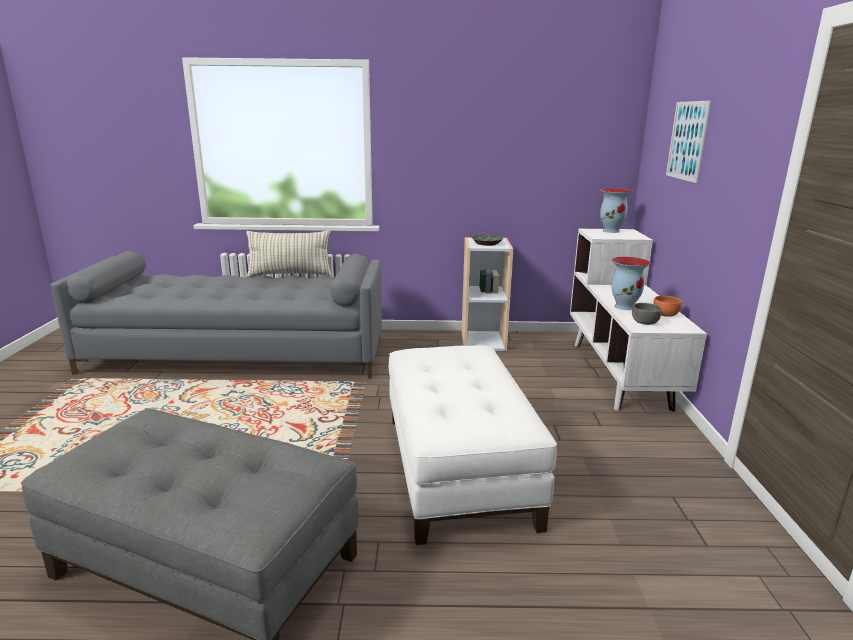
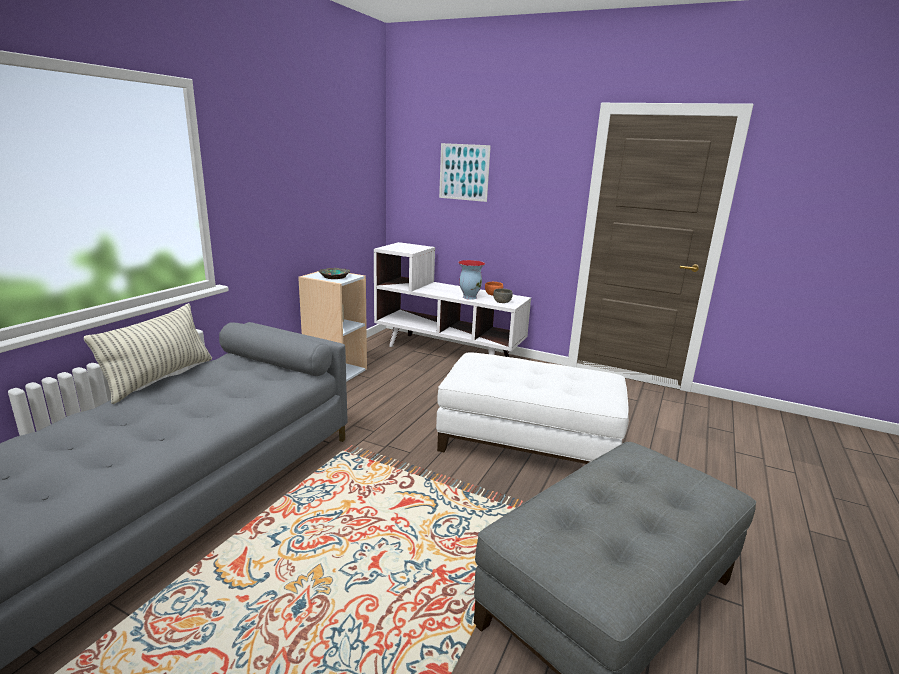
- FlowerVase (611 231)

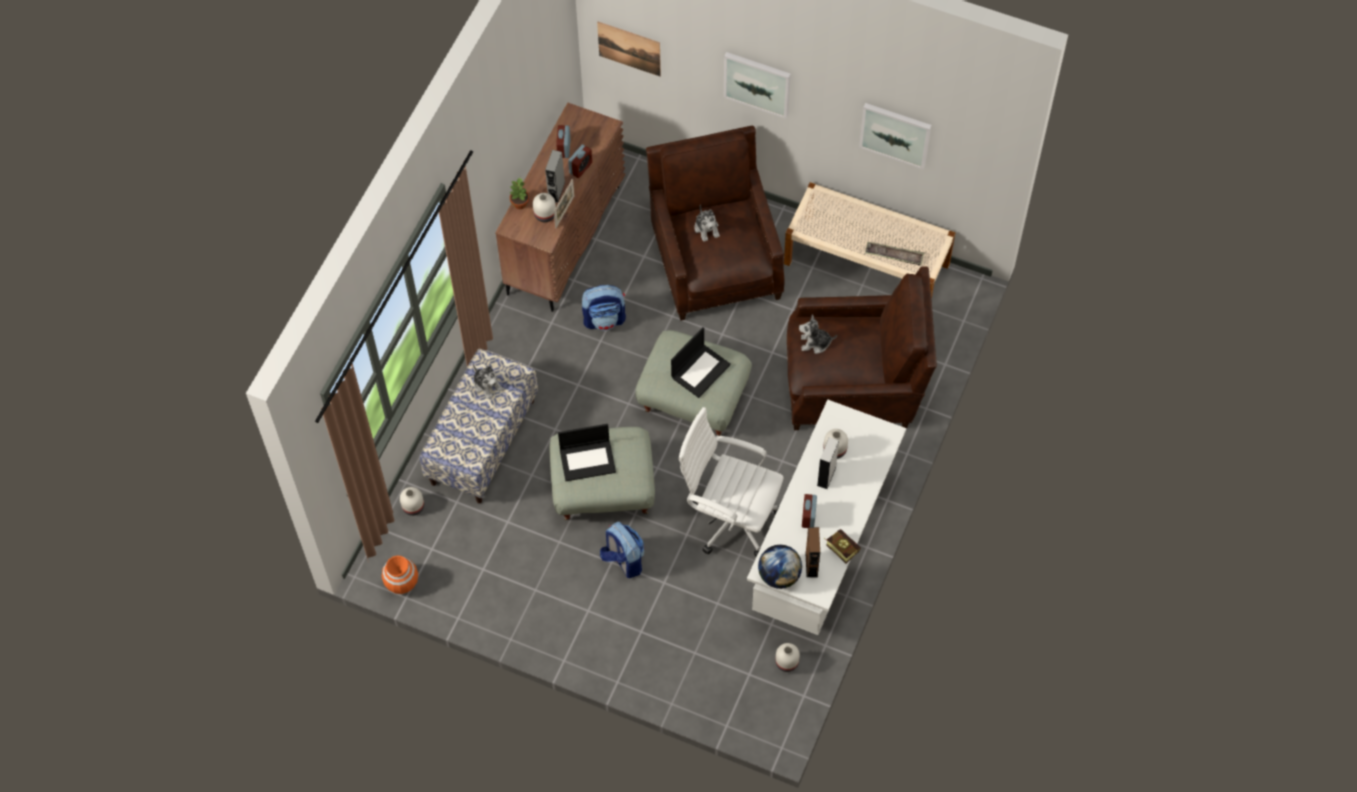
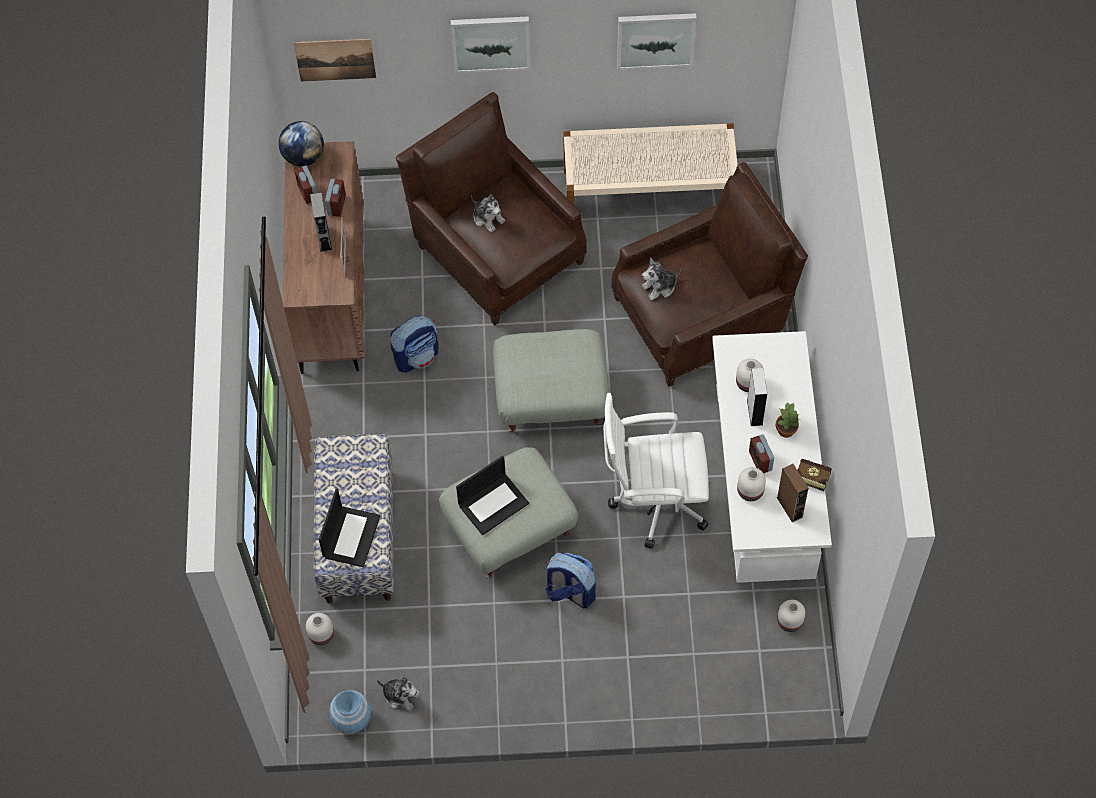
- Tray (894 255)
~ SoftToy (487 385) to (400 695)
~ Houseplant (520 204) to (786 430)
~ WhitishFlowerVase (545 214) to (750 490)
~ Laptop (700 370) to (351 536)
~ WorldGlobe (779 575) to (303 156)
~ OrangeColouredFlowerVase (402 582) to BluishFlowerVase (352 719)

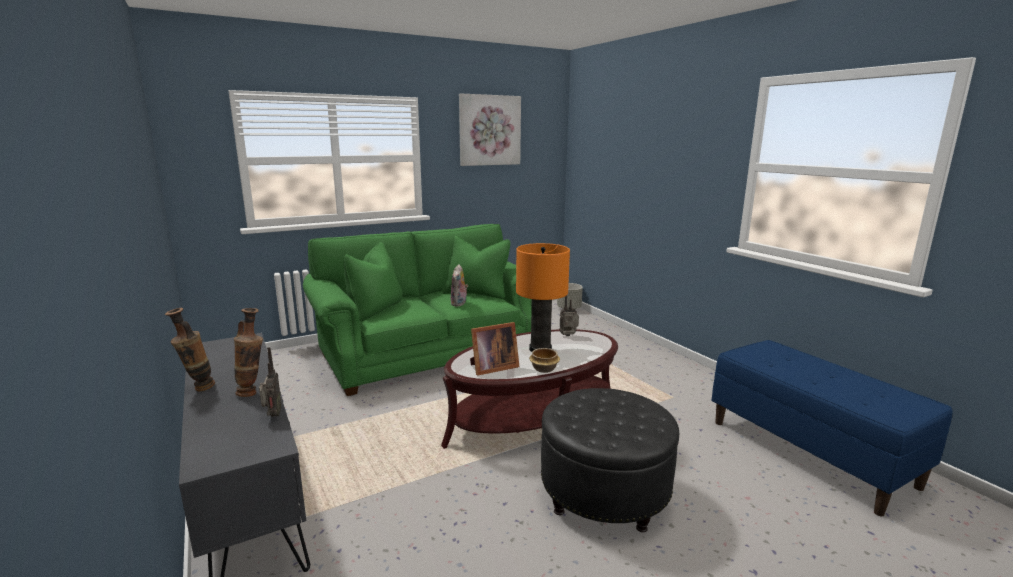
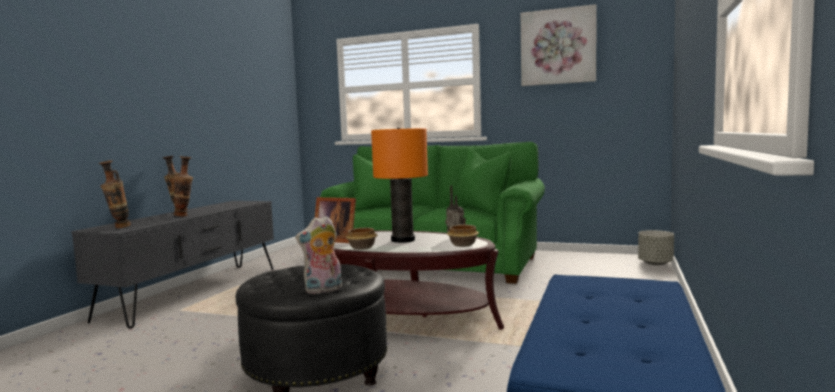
- RadioReceiver (272 416)
+ FlowerVase (118 227)
+ ServingBowl (463 245)
~ SoftToy (459 304) to (323 290)

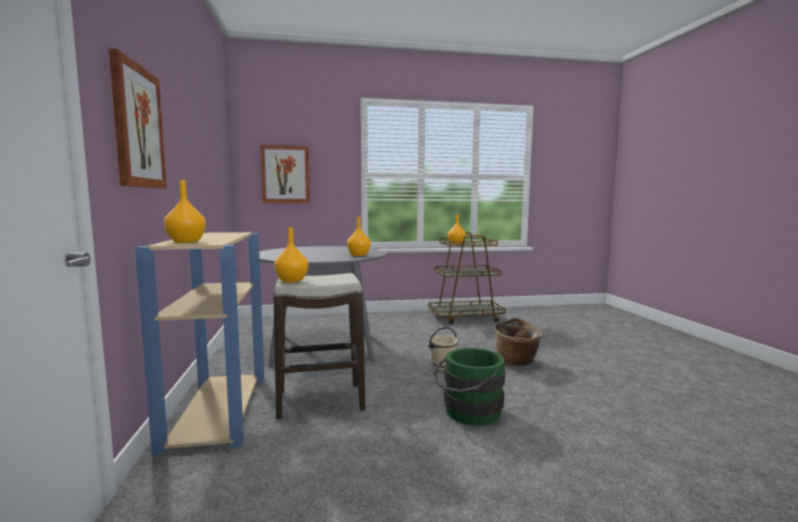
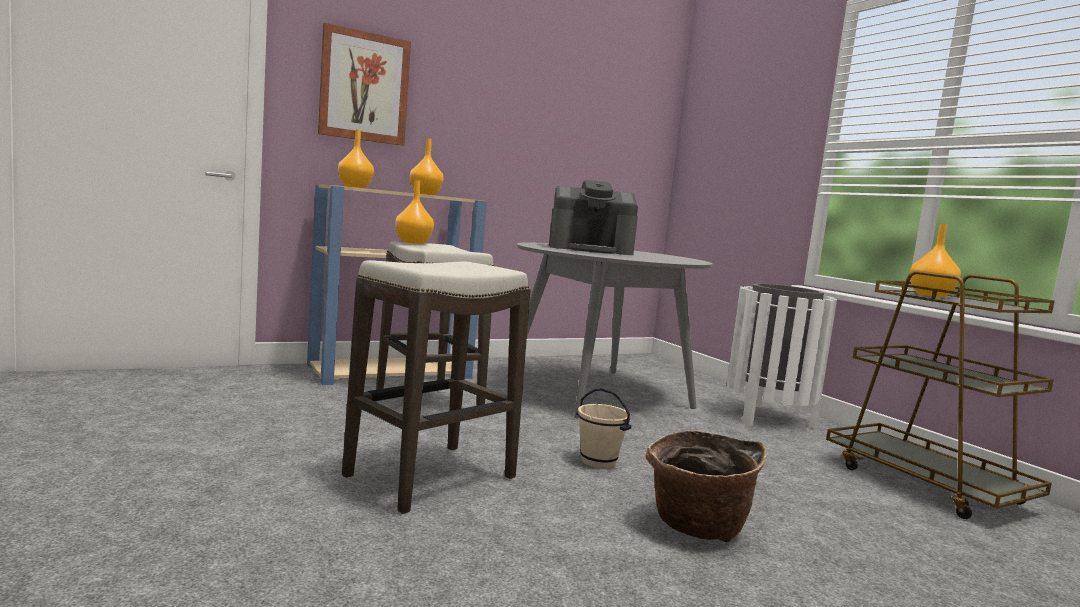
- WallPicture (285 174)
+ CoffeeBrewer (590 250)
+ WhitishTrashCan (768 418)
~ OrangeColouredFlowerVase (358 255) to (424 194)
~ GreenishBucket (468 413) to SittingStool (431 477)

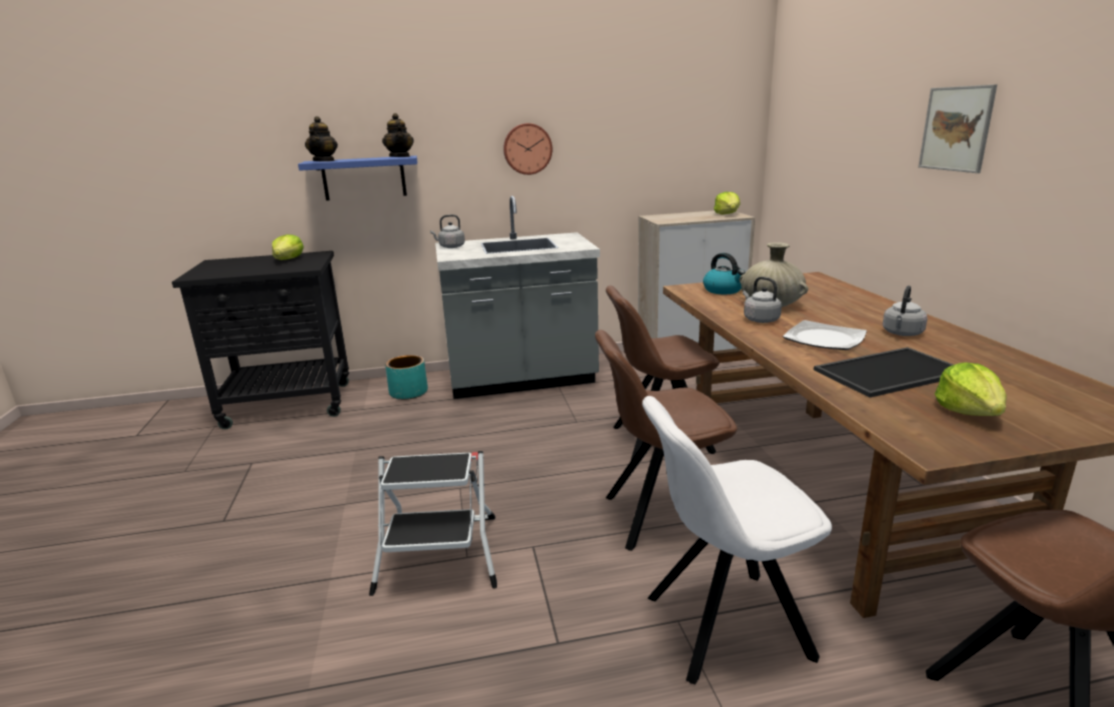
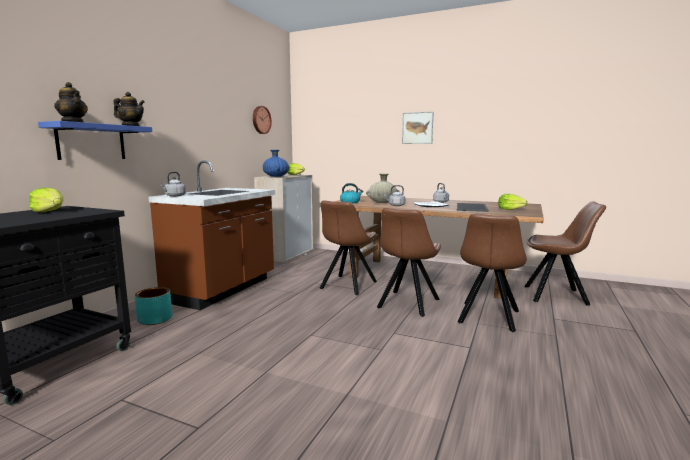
- StepStool (440 554)
+ BluishFlowerVase (276 176)
~ ClockOnTheWall (527 149) to (261 120)
~ GreyKitchenBaseUnit (522 380) to BrownColouredKitchenBaseUnit (223 290)
~ WhitishUprightChair (725 625) to BrownColouredUprightChair (488 317)

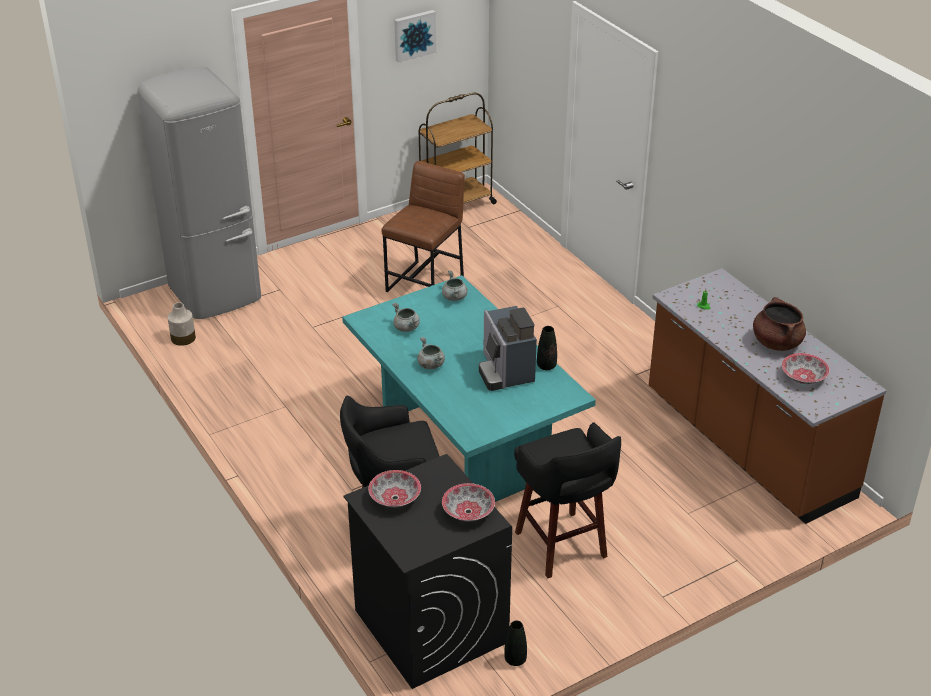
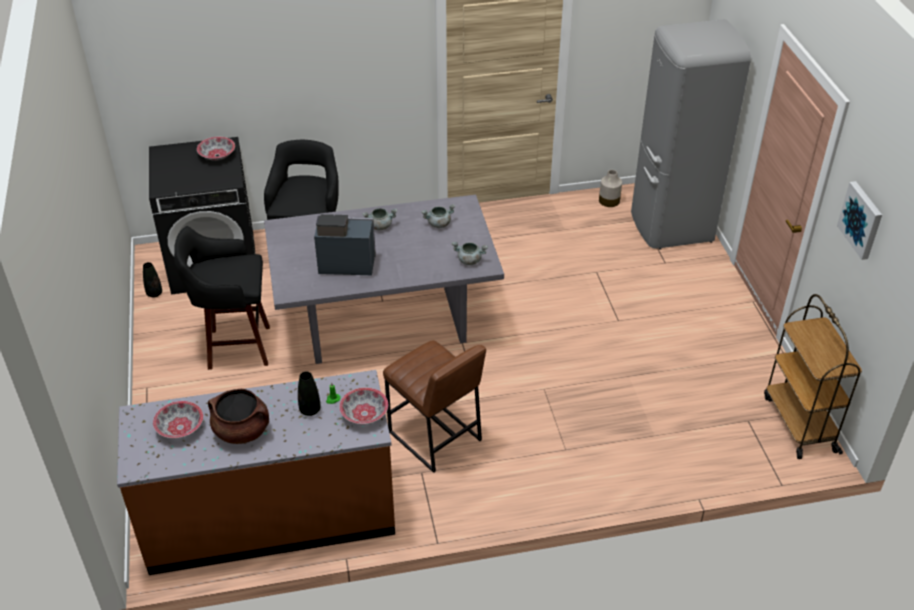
~ BrownColouredUprightChair (425 283) to (435 437)
~ ServingBowl (468 512) to (364 413)
~ BlackColouredFlowerVase (546 366) to (310 410)
~ TurquoiseKitchenTable (465 446) to GreyKitchenTable (384 325)

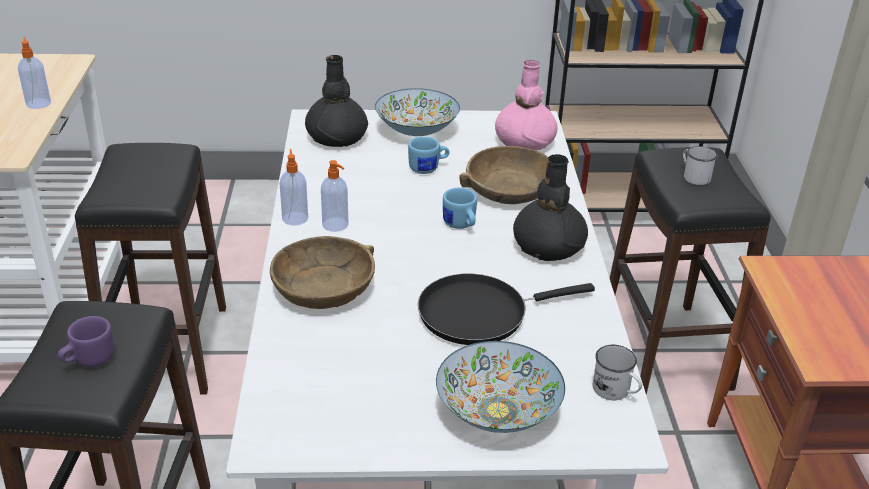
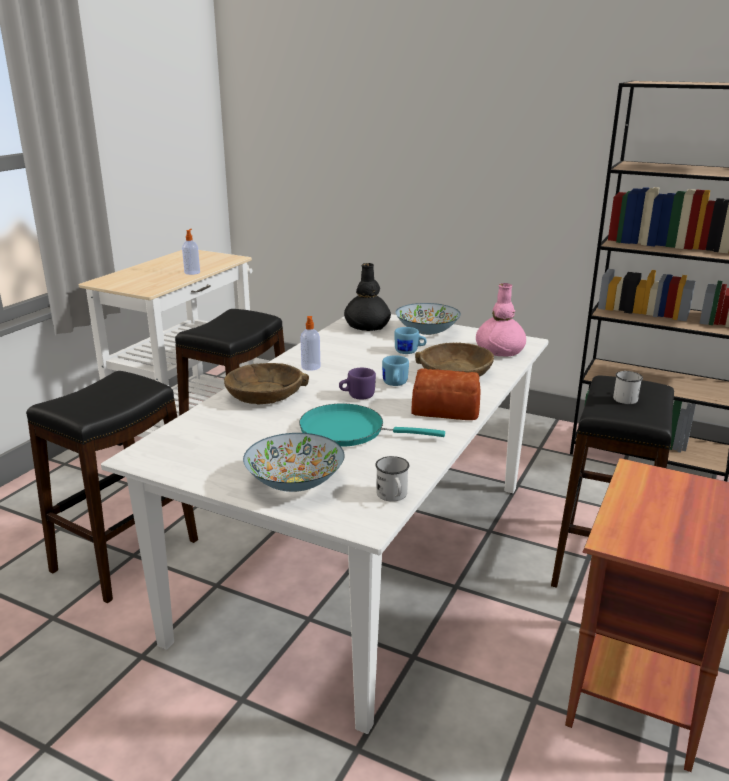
- SoapDispenser (295 218)
~ PurplishCoffeeMug (88 360) to (357 396)
~ BlackColouredFlowerVase (548 247) to Bread (444 408)
~ BlackColouredFryingPan (480 313) to TurquoiseFryingPan (348 431)

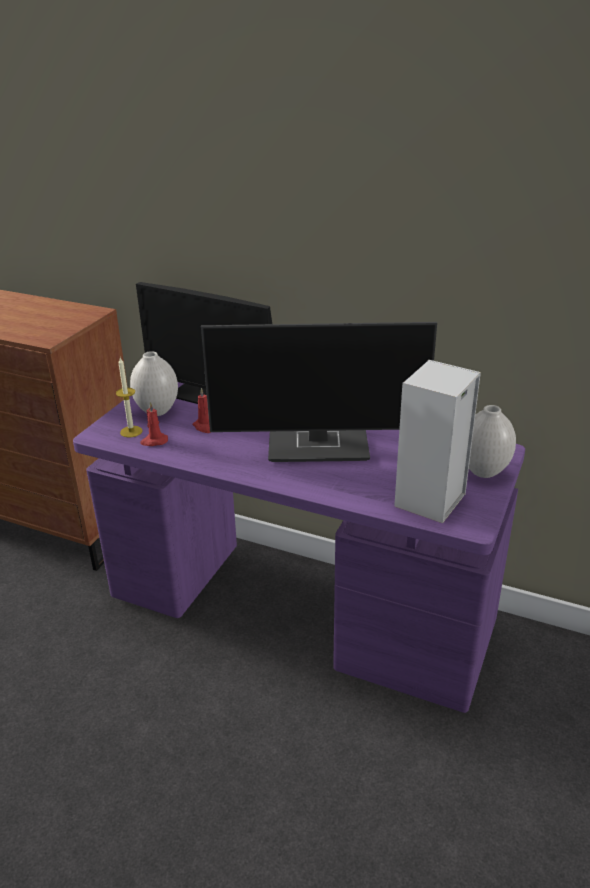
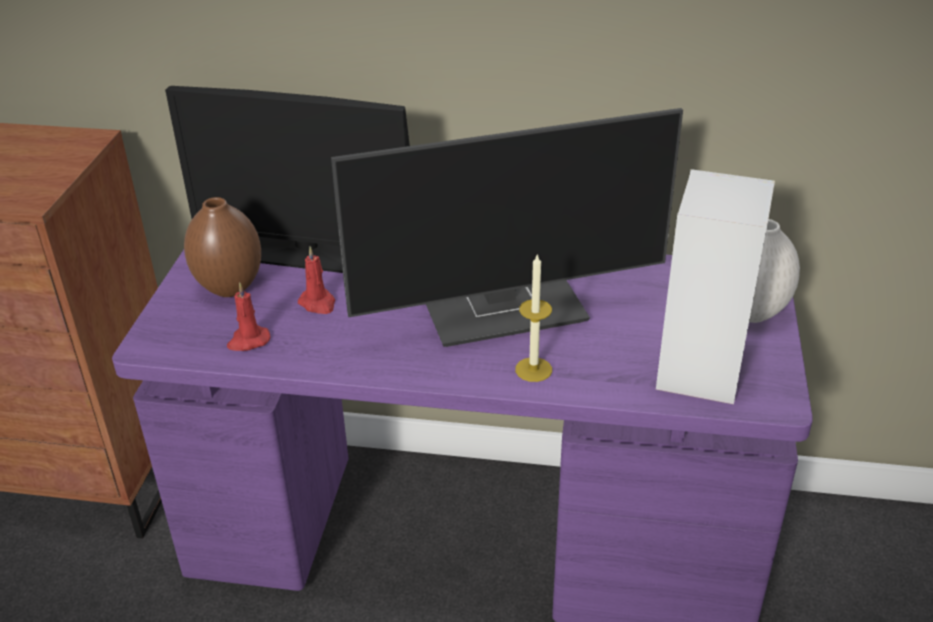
~ WaxLight (131 431) to (533 369)
~ WhitishFlowerVase (157 411) to BrownColouredFlowerVase (231 288)

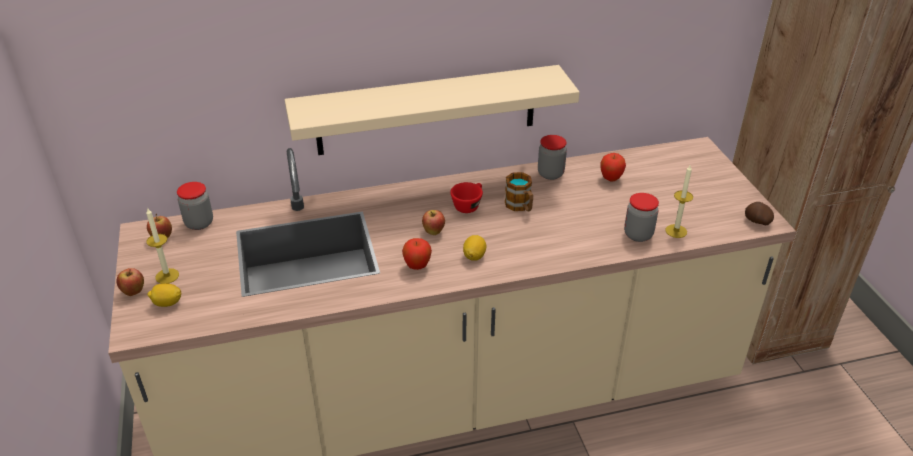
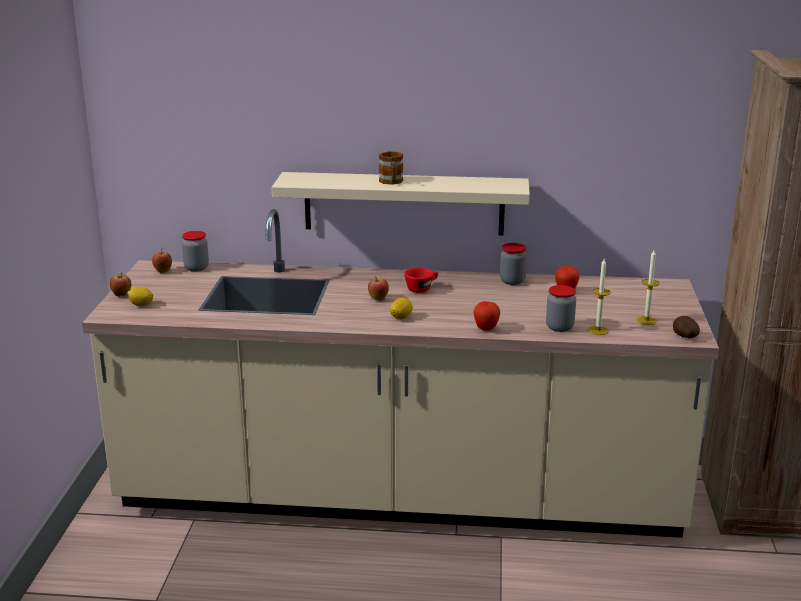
~ WaxLight (167 276) to (646 320)
~ AppleFruit (417 266) to (486 329)
~ CoffeeMug (520 206) to (391 182)

